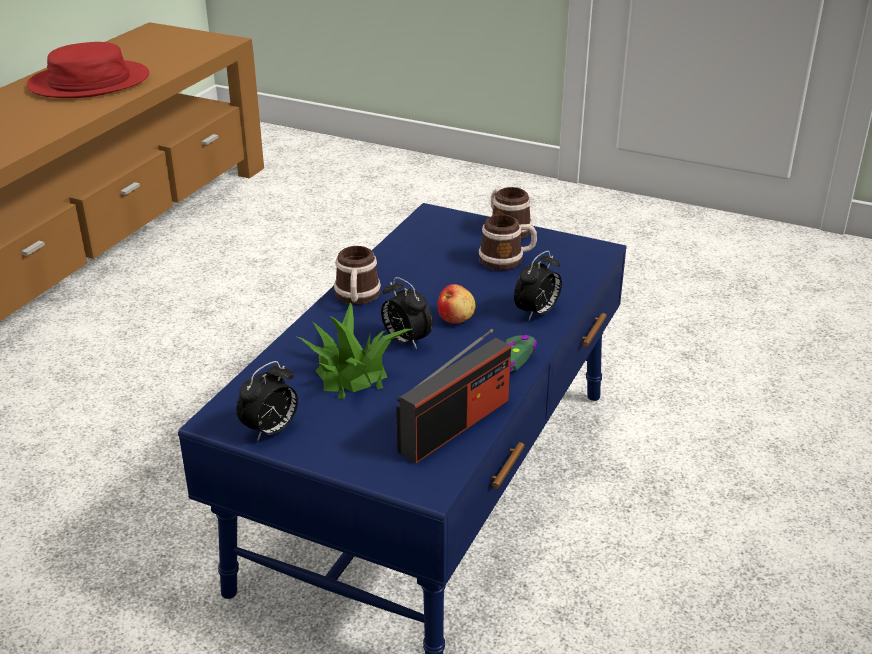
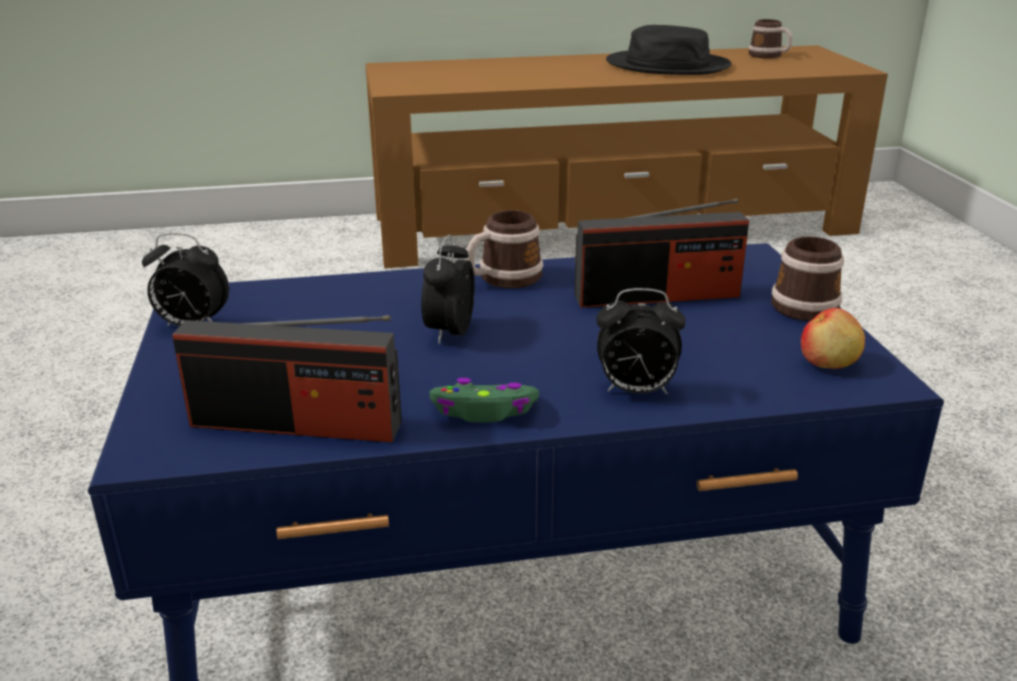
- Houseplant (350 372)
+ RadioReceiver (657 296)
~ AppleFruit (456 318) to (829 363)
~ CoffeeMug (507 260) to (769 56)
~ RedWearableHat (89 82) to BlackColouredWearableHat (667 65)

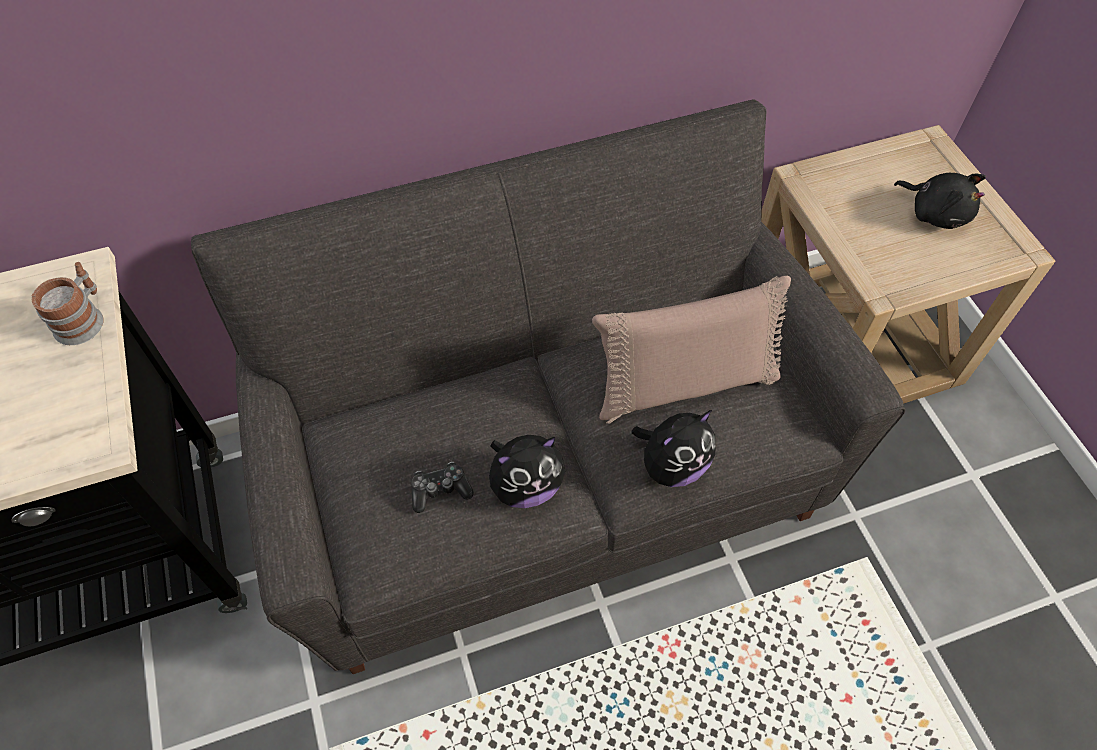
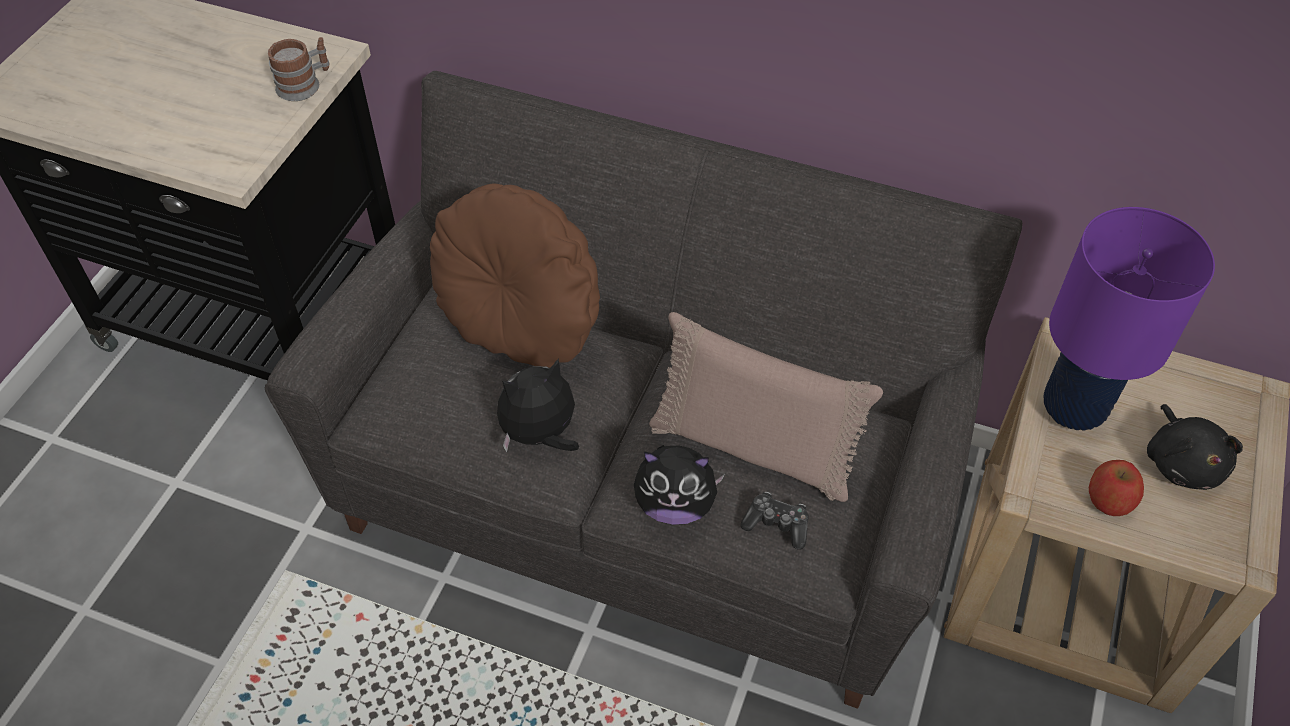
+ BrownColouredCushion (520 332)
+ PurplishTabletopLamp (1074 409)
+ AppleFruit (1109 499)
~ Gamepad (440 490) to (777 524)
~ SoftToy (526 485) = (540 435) 135 degrees clockwise

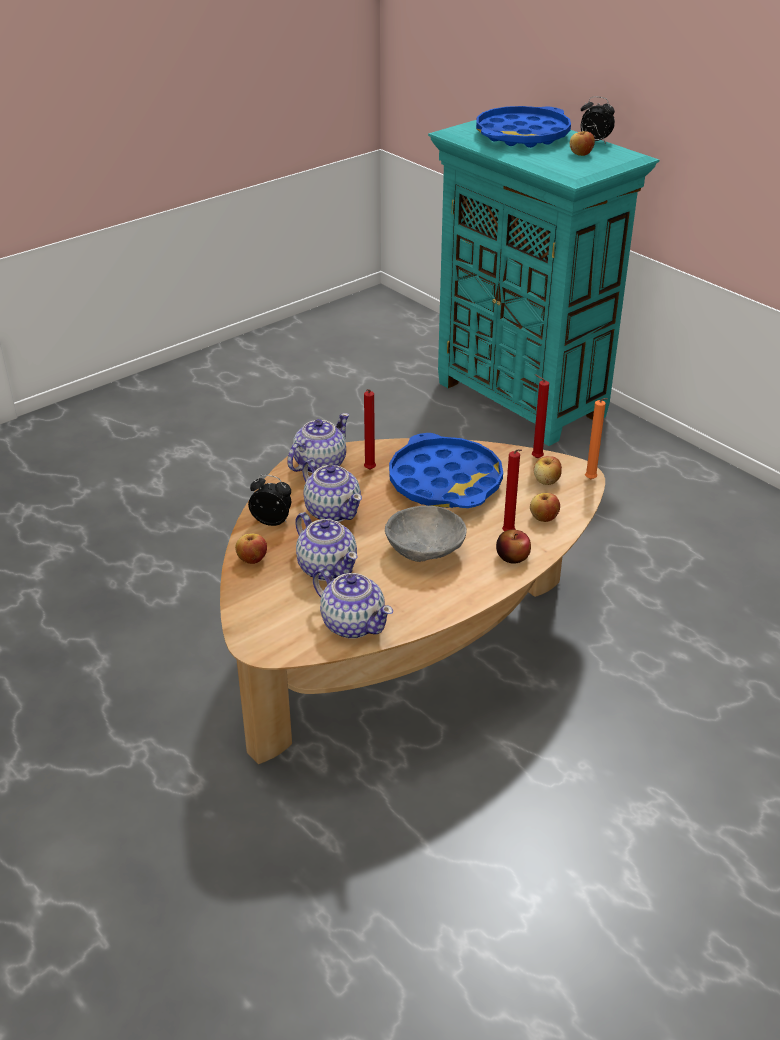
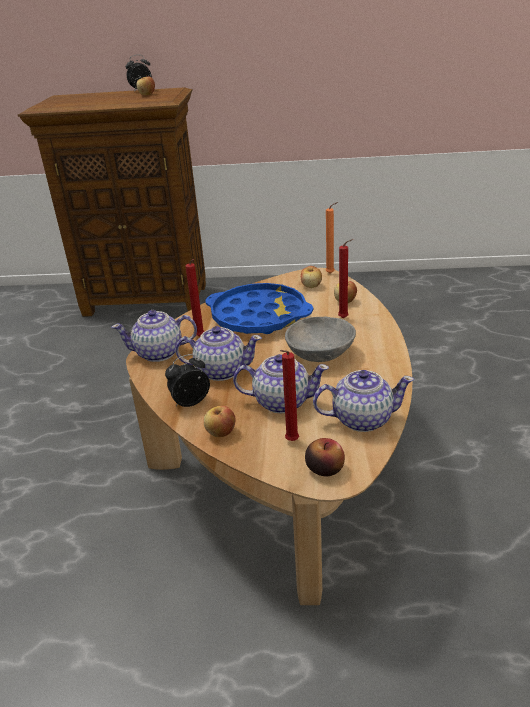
- BluishTray (522 135)
~ AppleFruit (512 557) to (325 468)
~ RedWaxLight (535 458) to (290 442)
~ TurquoiseCupboard (523 400) to BrownColouredCupboard (148 299)
~ Teapot (319 464) = (159 353) 90 degrees counterclockwise

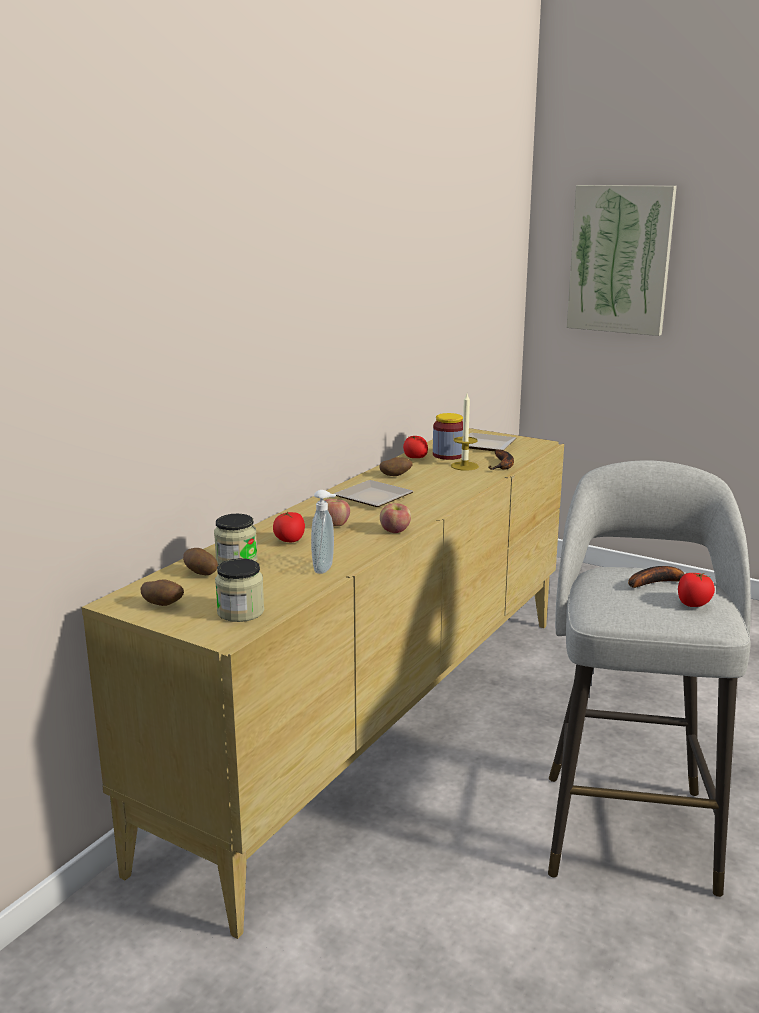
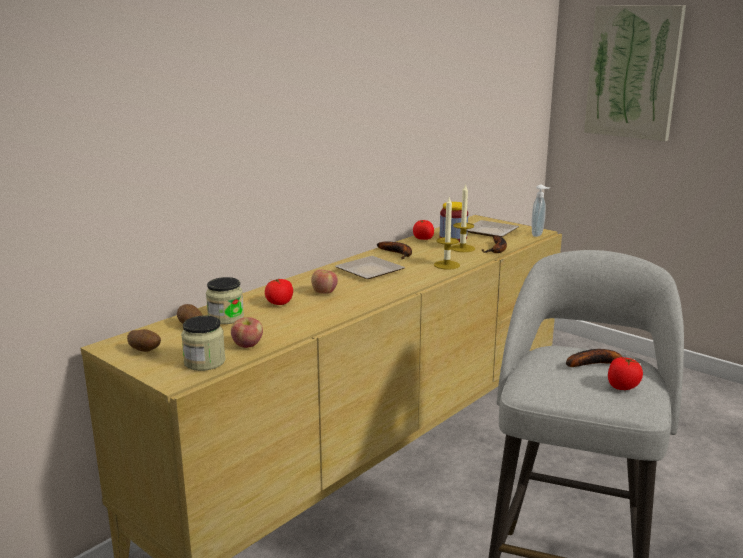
+ WaxLight (446 265)
~ SoapDispenser (325 569) to (538 234)
~ AppleFruit (395 531) to (247 345)
~ Spud (395 476) to Banana (398 253)

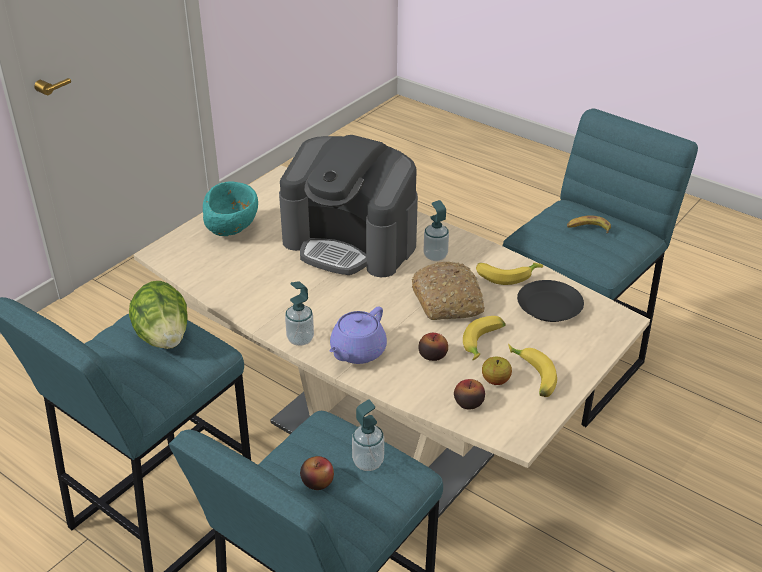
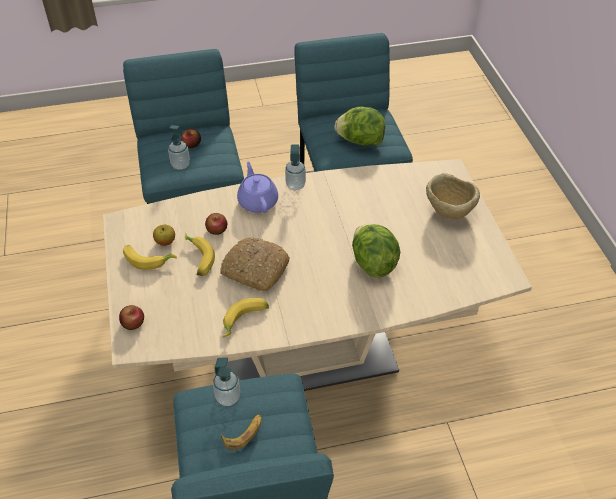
- BlackColouredDinnerPlate (549 306)
~ SoapDispenser (435 256) to (228 397)
~ AppleFruit (468 403) to (133 323)
~ CoffeeBrewer (351 242) to HeadOfLettuce (373 263)
~ TurquoiseServingBowl (232 230) to BeigeServingBowl (448 212)

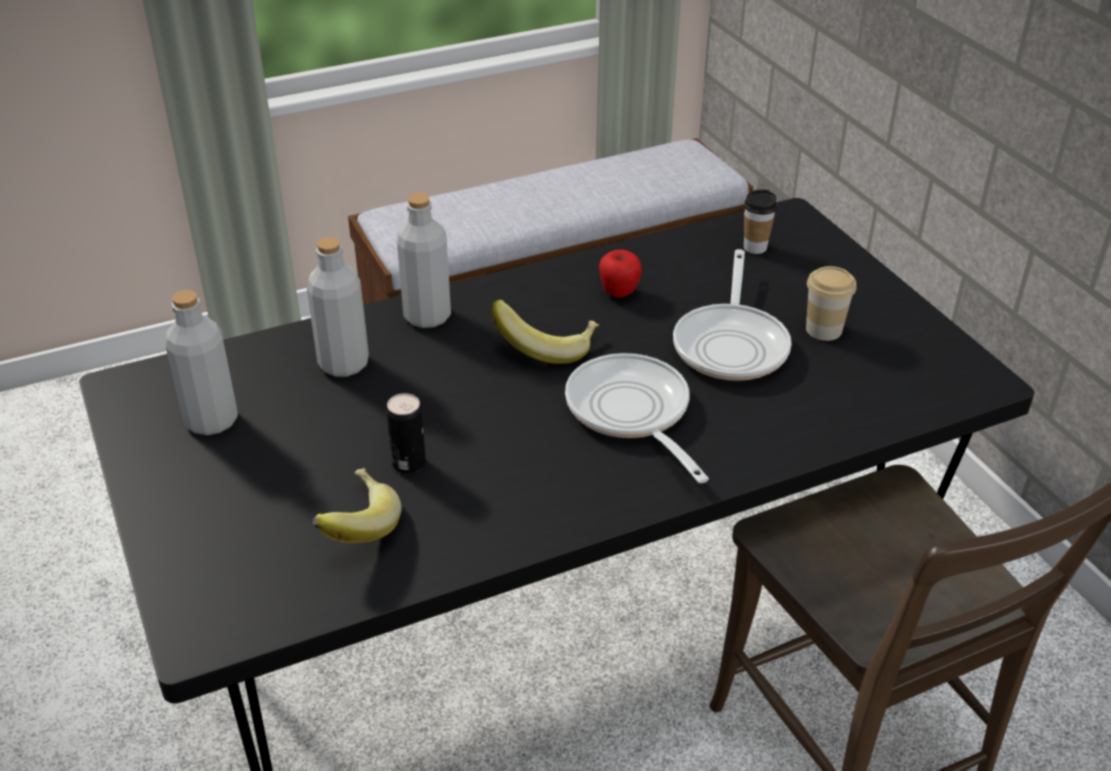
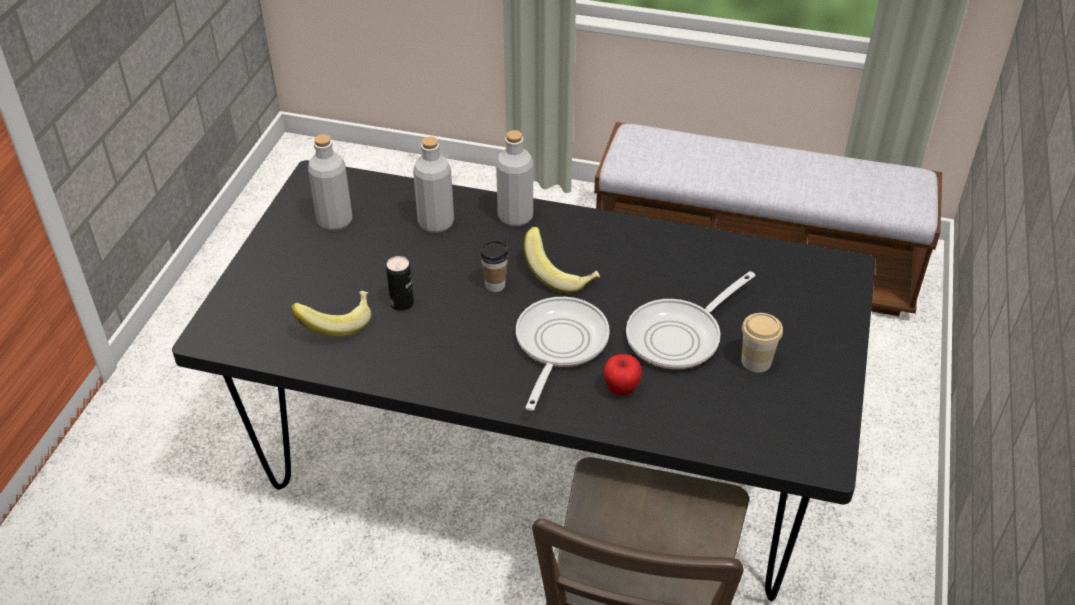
~ AppleFruit (619 293) to (621 389)
~ Cup (755 247) to (495 285)

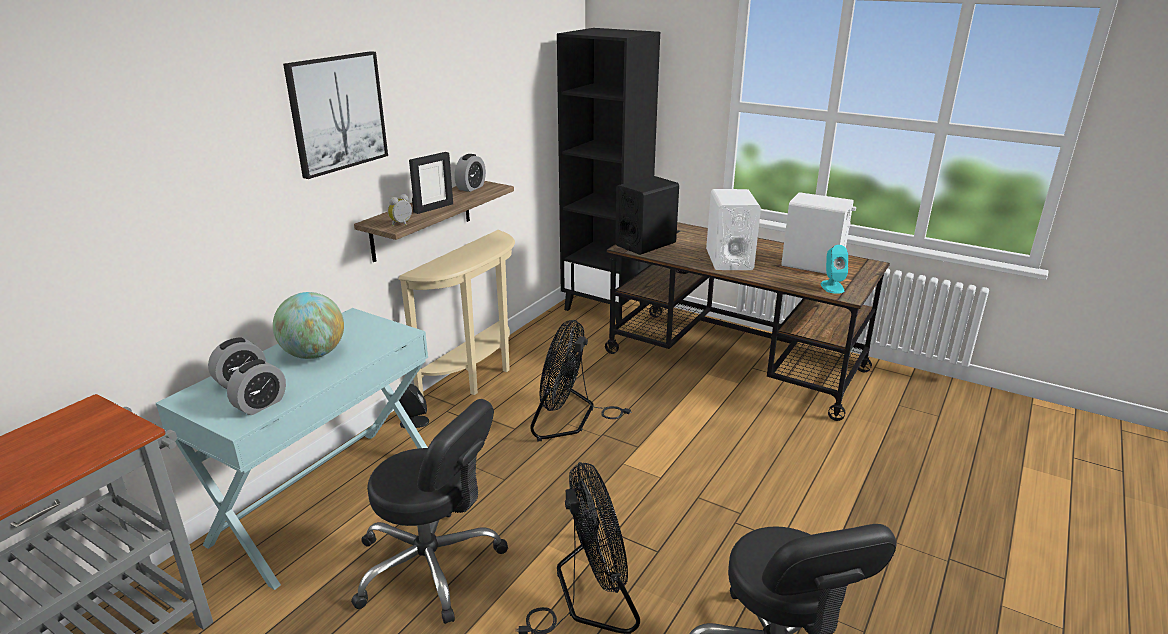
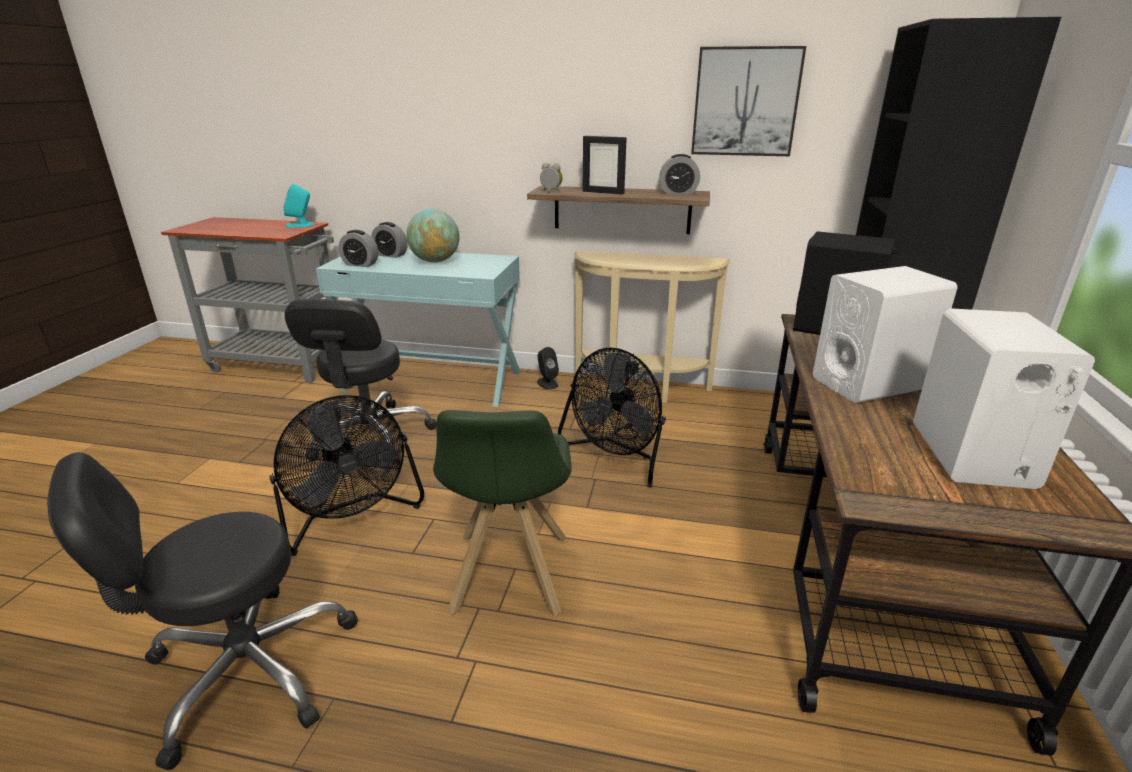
+ GreenishUprightChair (509 573)
~ WallPicture (337 113) to (745 102)
~ TurquoiseLoudspeaker (832 287) to (300 225)
~ BlackColouredCoolingFan (574 415) = (616 454) 135 degrees counterclockwise

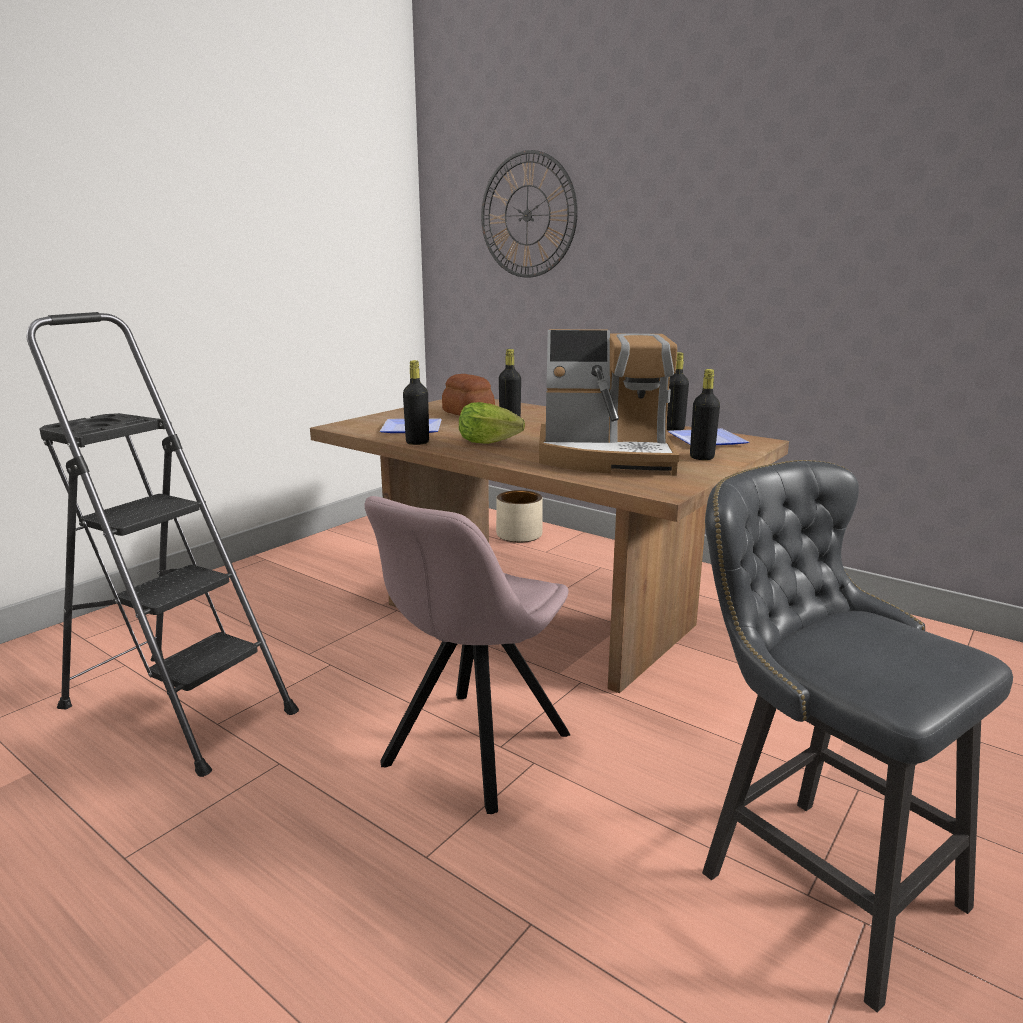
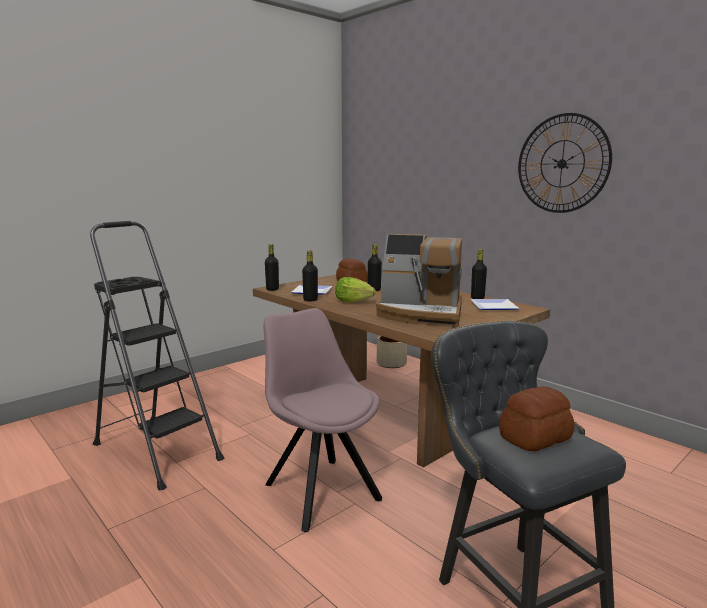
+ Bread (533 438)
~ ClockOnTheWall (527 215) to (562 164)
~ BlackColouredDrinkBottle (701 457) to (272 289)
~ PinkColouredUprightChair (474 749) = (321 491) 105 degrees clockwise

